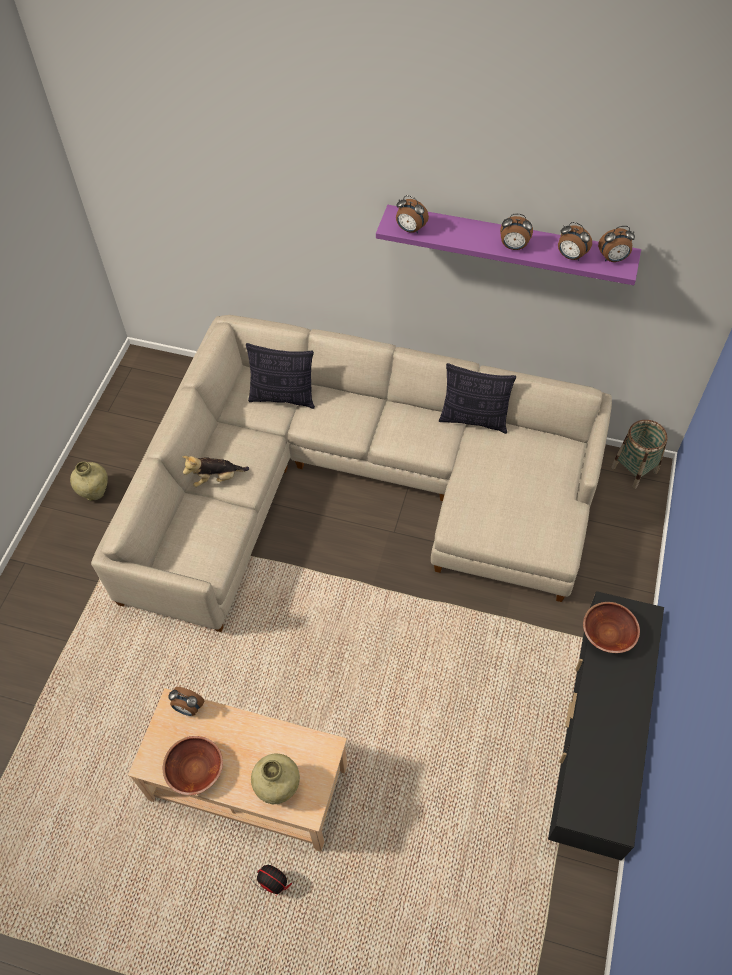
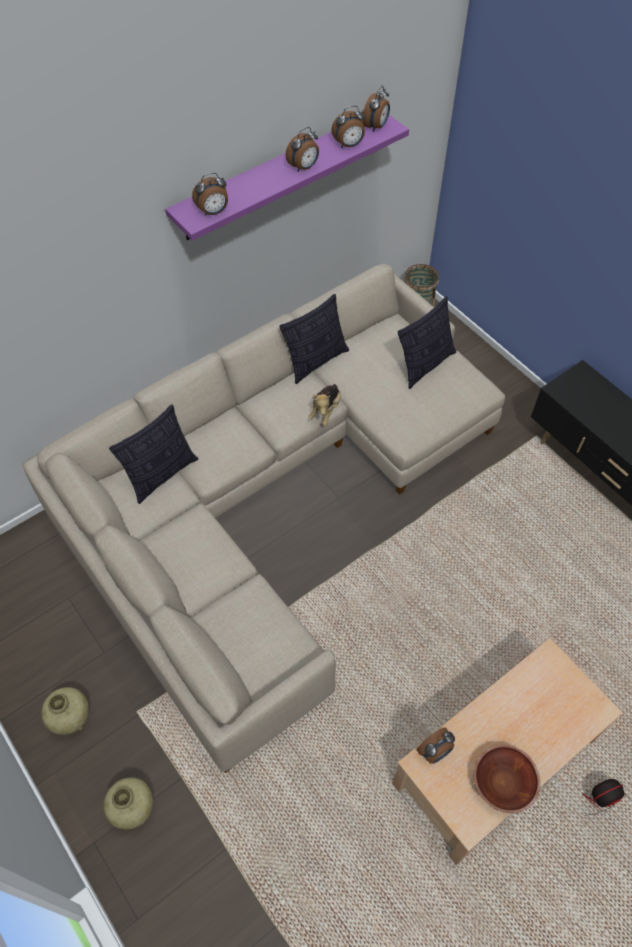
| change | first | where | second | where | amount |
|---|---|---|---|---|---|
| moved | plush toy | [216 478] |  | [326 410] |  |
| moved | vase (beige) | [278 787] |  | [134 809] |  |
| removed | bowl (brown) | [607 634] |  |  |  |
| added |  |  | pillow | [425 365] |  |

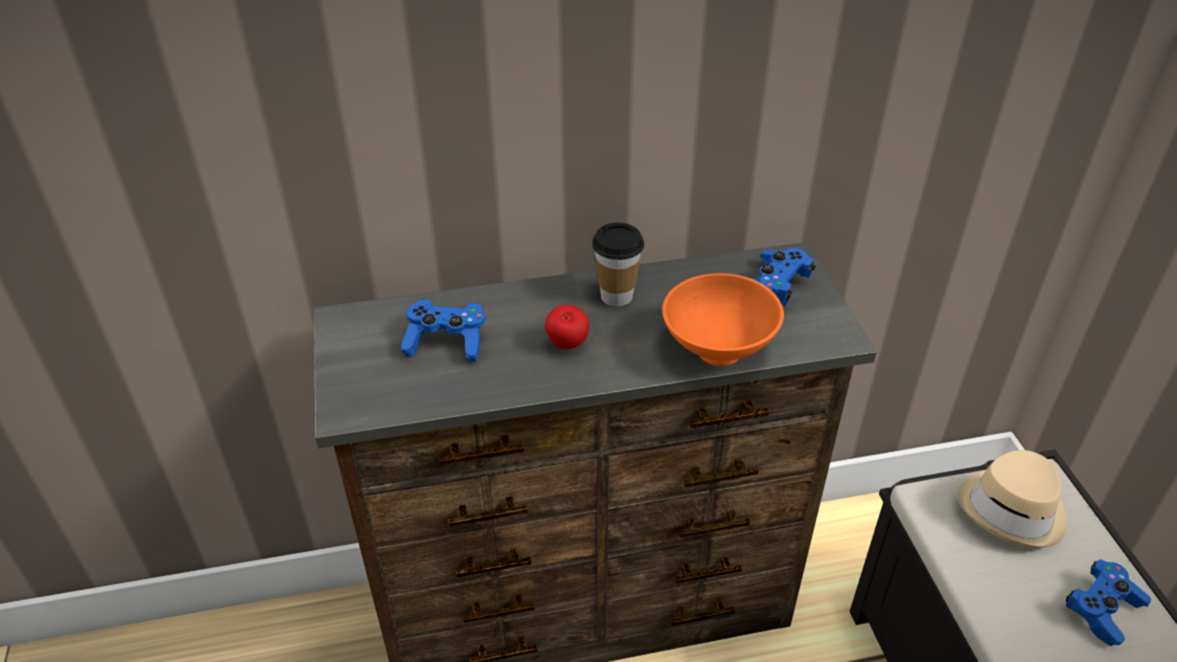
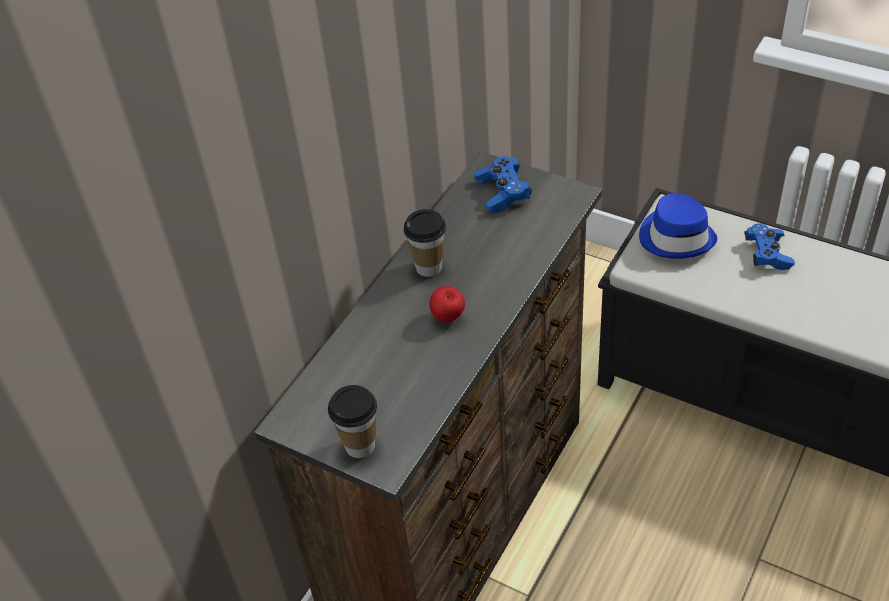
| change | first | where | second | where | amount |
|---|---|---|---|---|---|
| removed | game controller (blue) | [446 342] |  |  |  |
| removed | bowl (orange) | [717 353] |  |  |  |
| recoloured | hat (beige) | [1013 509] | hat (blue) | [676 237] |  |
| added |  |  | cup | [360 445] |  |

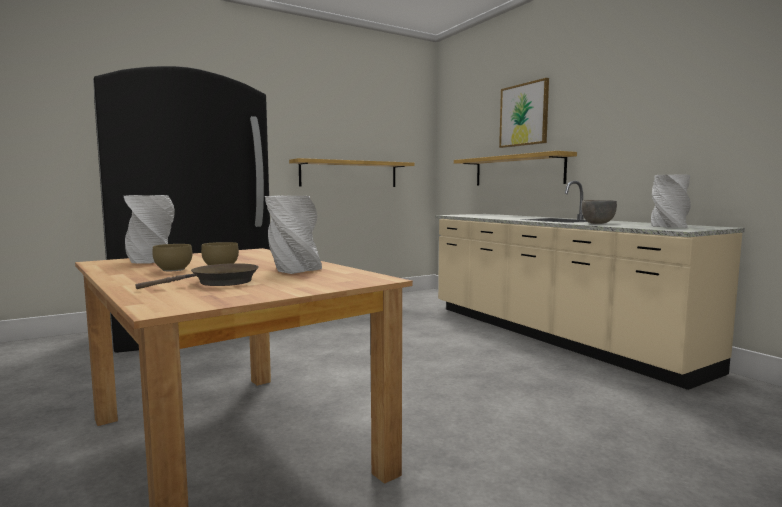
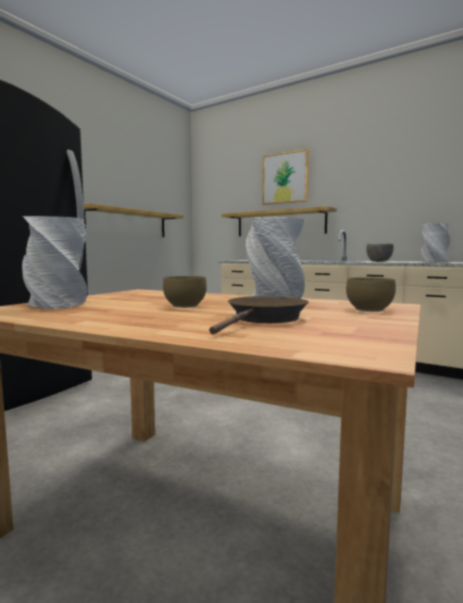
| change | first | where | second | where | amount |
|---|---|---|---|---|---|
| moved | bowl (brown) | [172 270] |  | [369 310] |  |

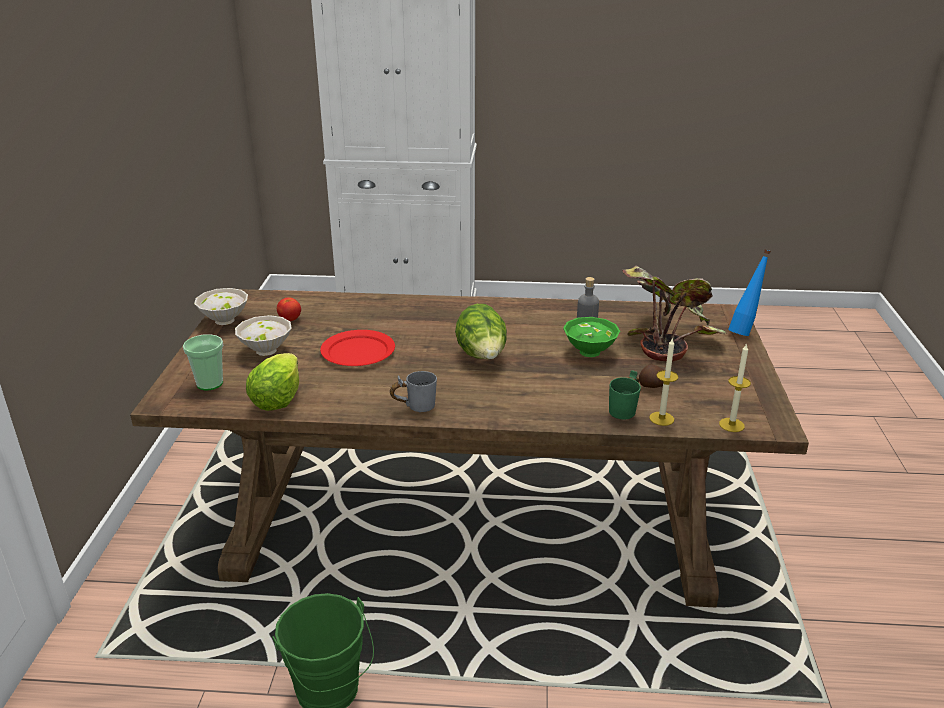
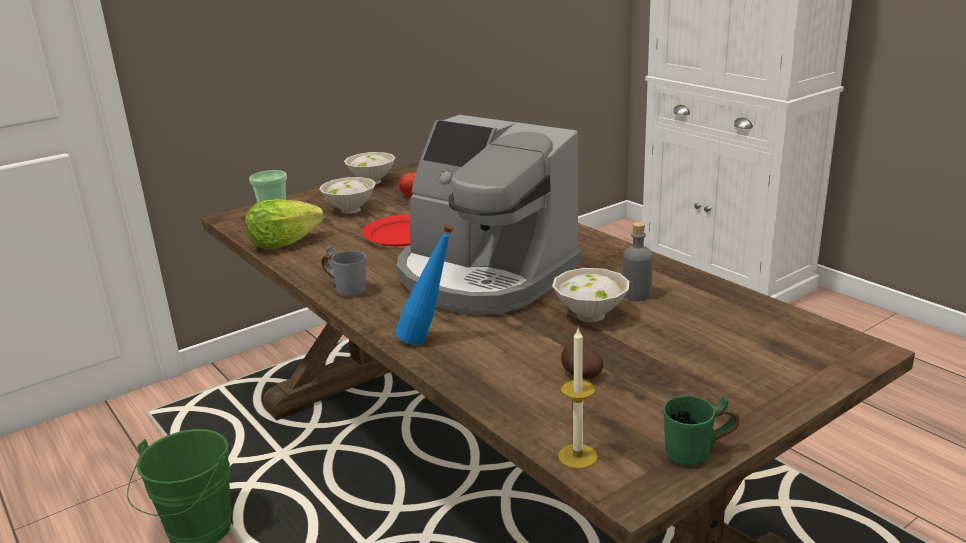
| change | first | where | second | where | amount |
|---|---|---|---|---|---|
| replaced | lettuce | [482 357] | coffee machine | [483 276] |  |
| recoloured | bowl (green) | [589 352] | bowl (white) | [588 315] |  |
| moved | mug (green) | [627 412] |  | [698 457] |  |
| removed | potted plant | [665 337] |  |  |  |
| removed | candle | [661 418] |  |  |  |
| moved | bottle (blue) | [744 331] |  | [428 340] |  |

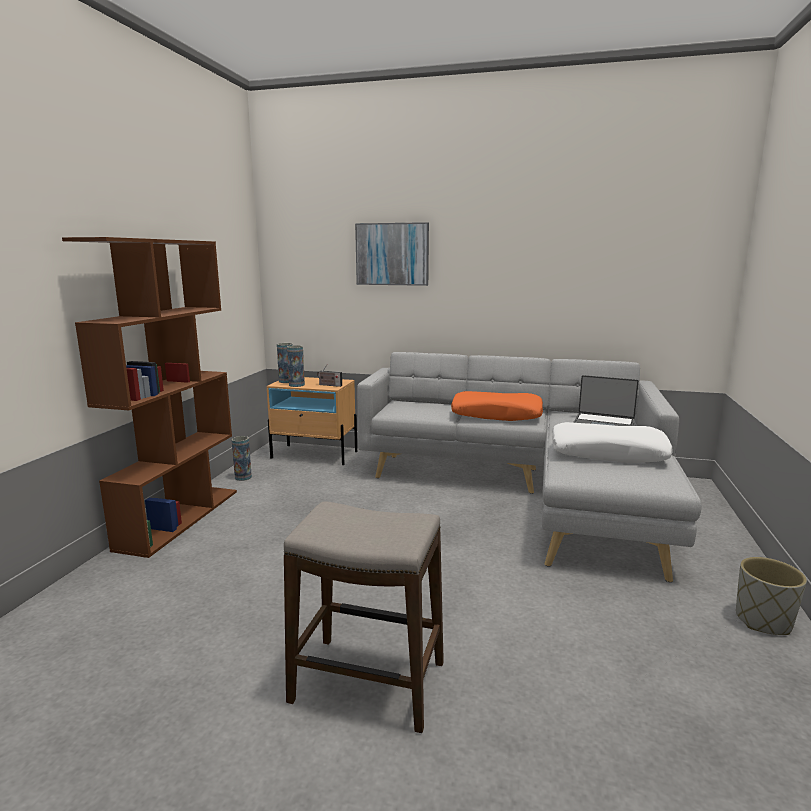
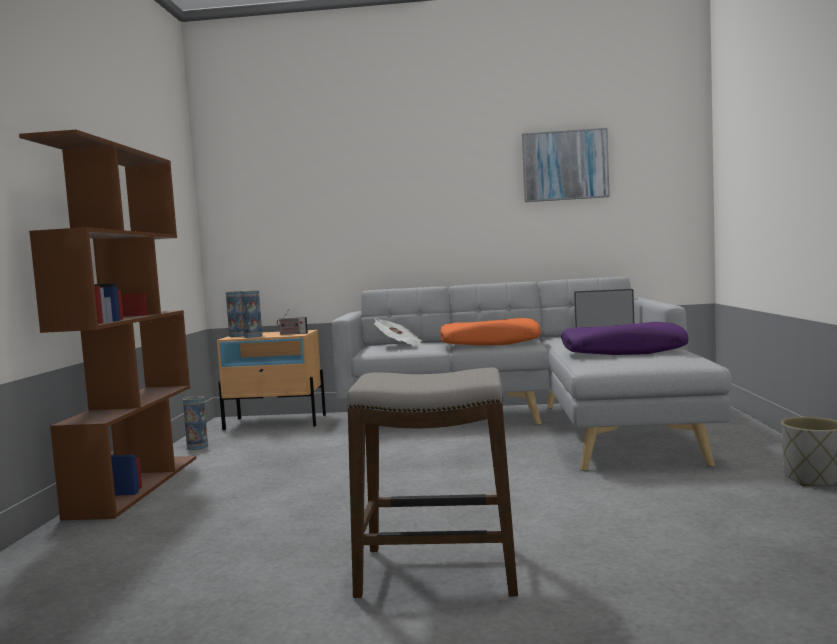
| change | first | where | second | where | amount |
|---|---|---|---|---|---|
| moved | picture | [392 254] |  | [565 165] |  |
| recoloured | pillow (white) | [608 453] | pillow (purple) | [623 351] |  |
| added |  |  | newspaper | [399 346] |  |

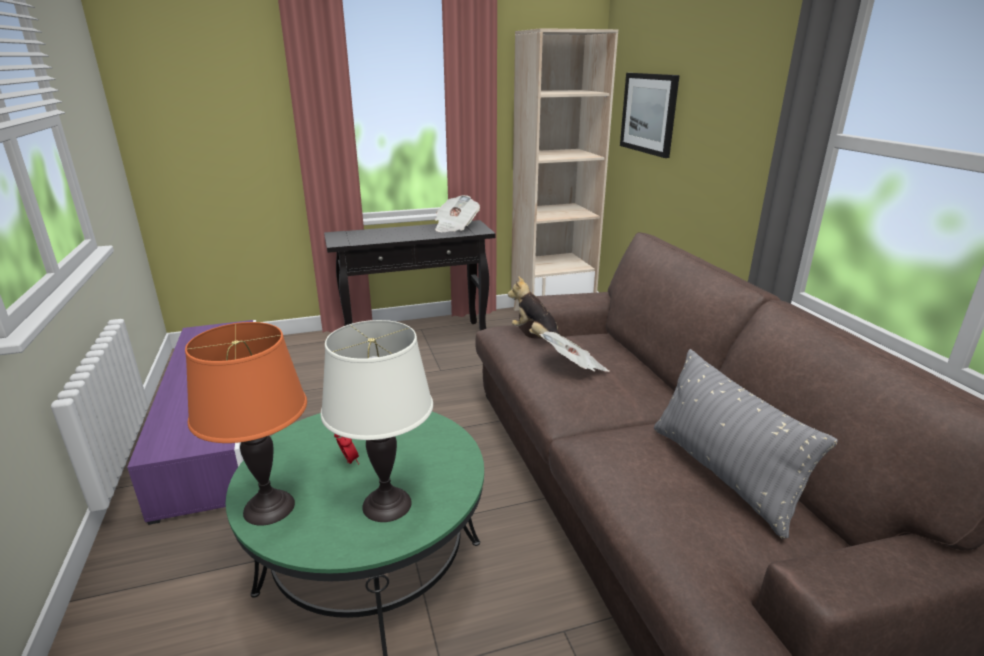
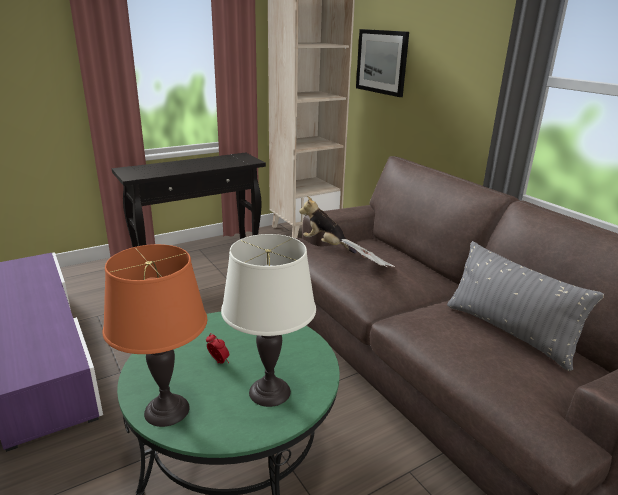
| change | first | where | second | where | amount |
|---|---|---|---|---|---|
| removed | newspaper | [455 227] |  |  |  |

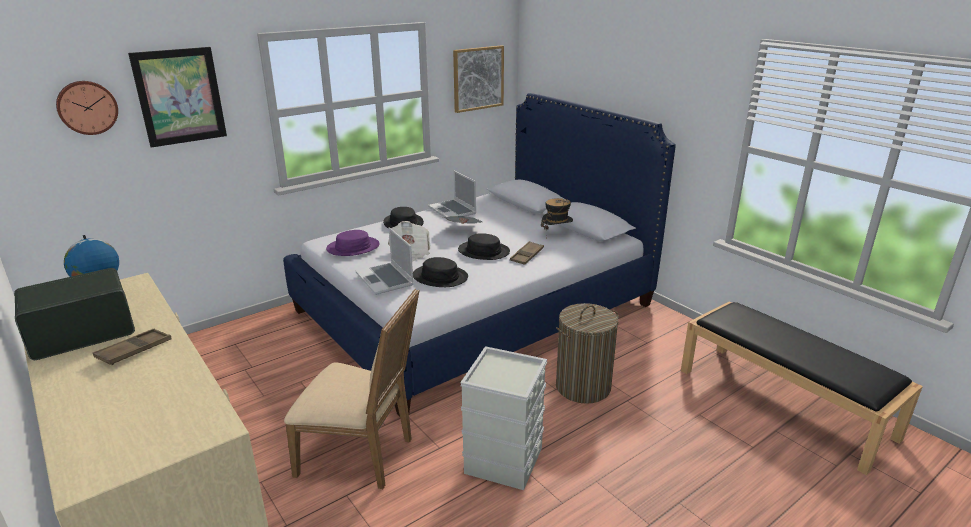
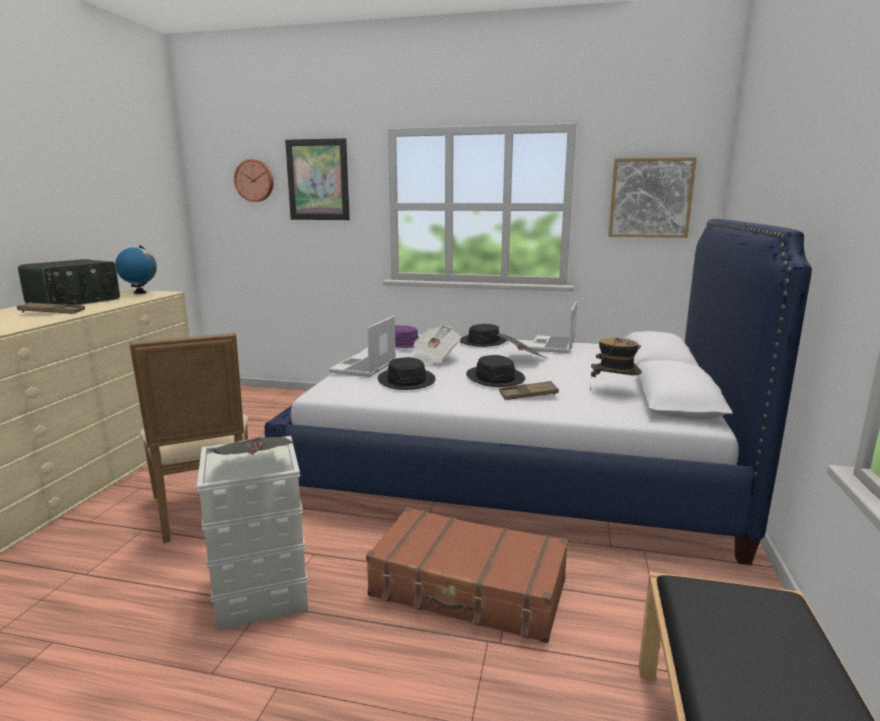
| change | first | where | second | where | amount |
|---|---|---|---|---|---|
| turned | radio | [82 332] |  | [75 301] | 105 degrees clockwise |
| replaced | laundry basket | [583 386] | suitcase (brown) | [468 589] |  |
| added |  |  | newspaper | [254 467] |  |

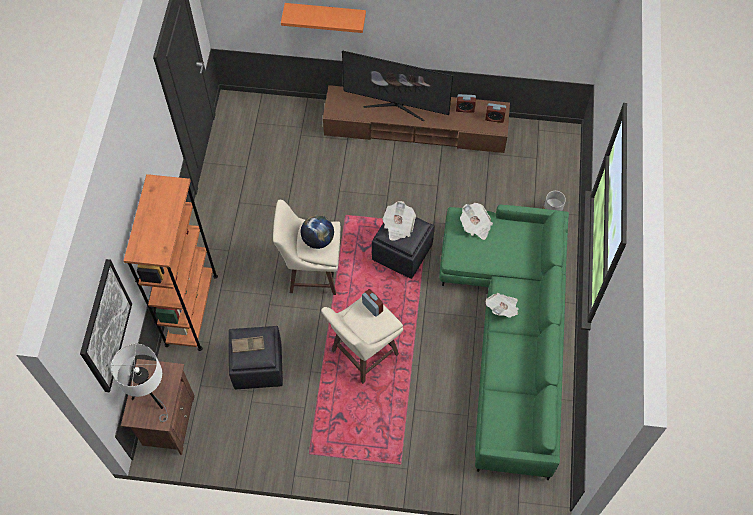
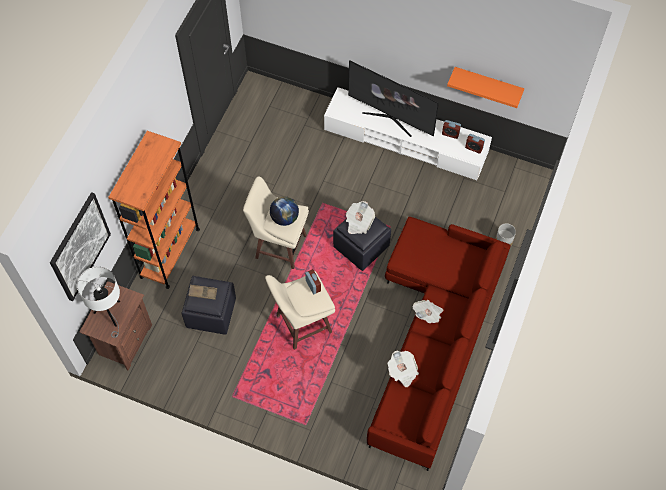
| change | first | where | second | where | amount |
|---|---|---|---|---|---|
| moved | shelf (orange) | [325 15] |  | [487 84] |  |
| recoloured | tv stand (brown) | [416 128] | tv stand (white) | [406 141] |  |
| recoloured | sofa (green) | [509 333] | sofa (red) | [433 338] |  |
| moved | newspaper | [475 226] |  | [402 371] |  |

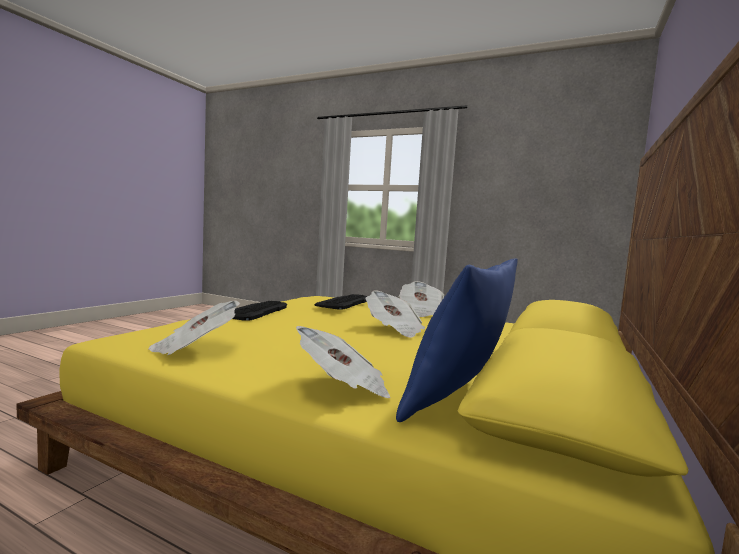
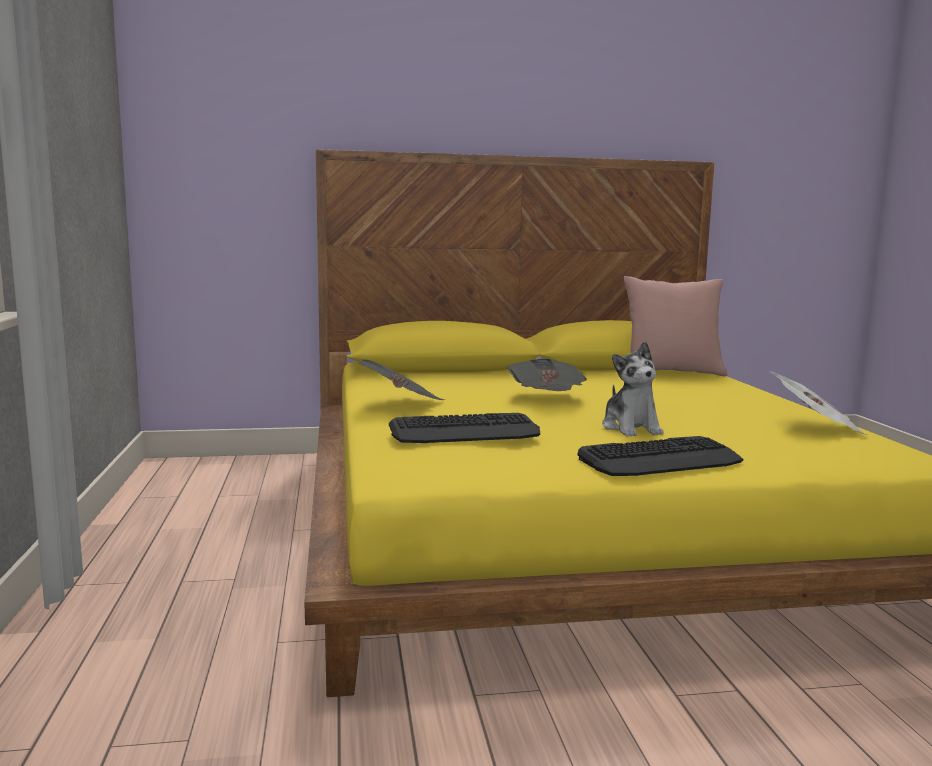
| change | first | where | second | where | amount |
|---|---|---|---|---|---|
| removed | newspaper | [343 387] |  |  |  |
| recoloured | pillow (blue) | [457 404] | pillow (pink) | [671 373] |  |
| added |  |  | plush toy | [631 428] |  |

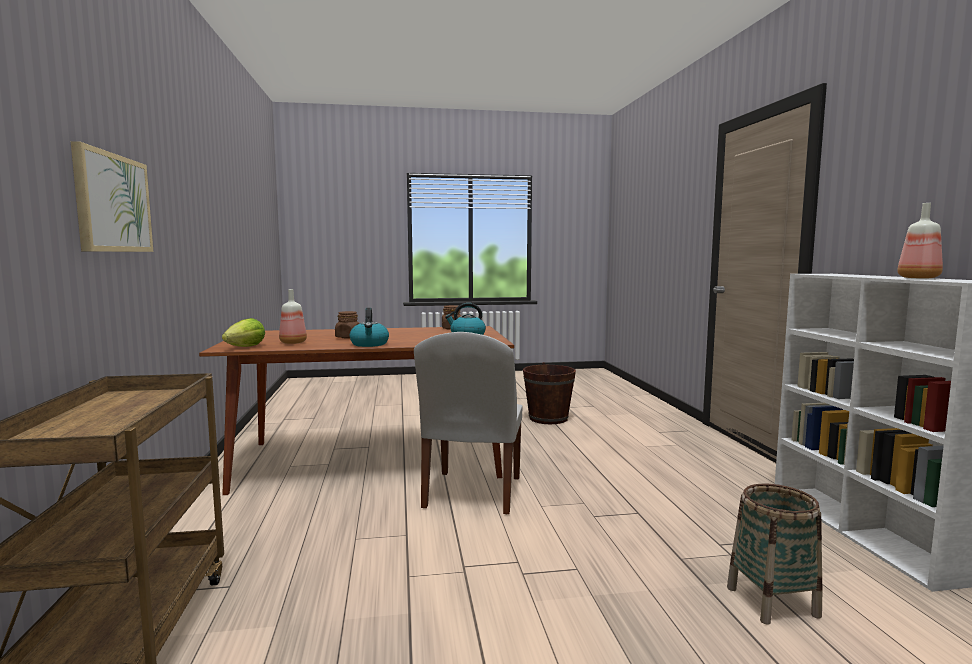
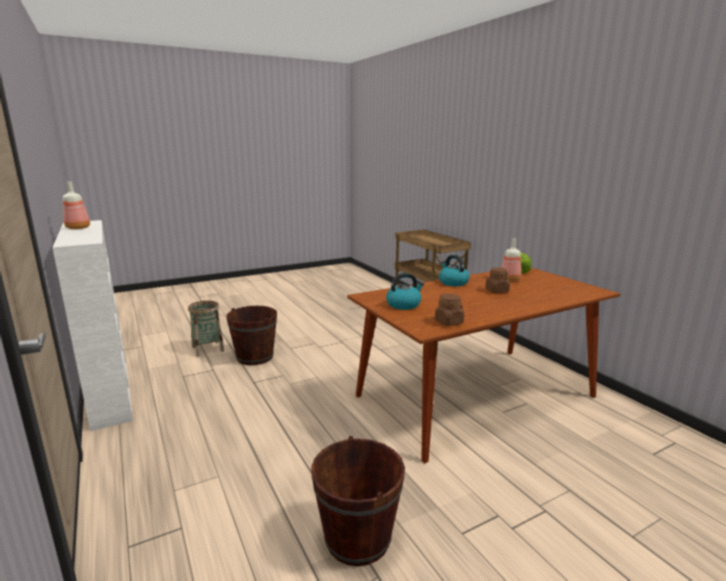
| change | first | where | second | where | amount |
|---|---|---|---|---|---|
| removed | picture | [112 203] |  |  |  |
| removed | chair (white) | [472 494] |  |  |  |
| added |  |  | bucket (brown) | [255 357] |  |

